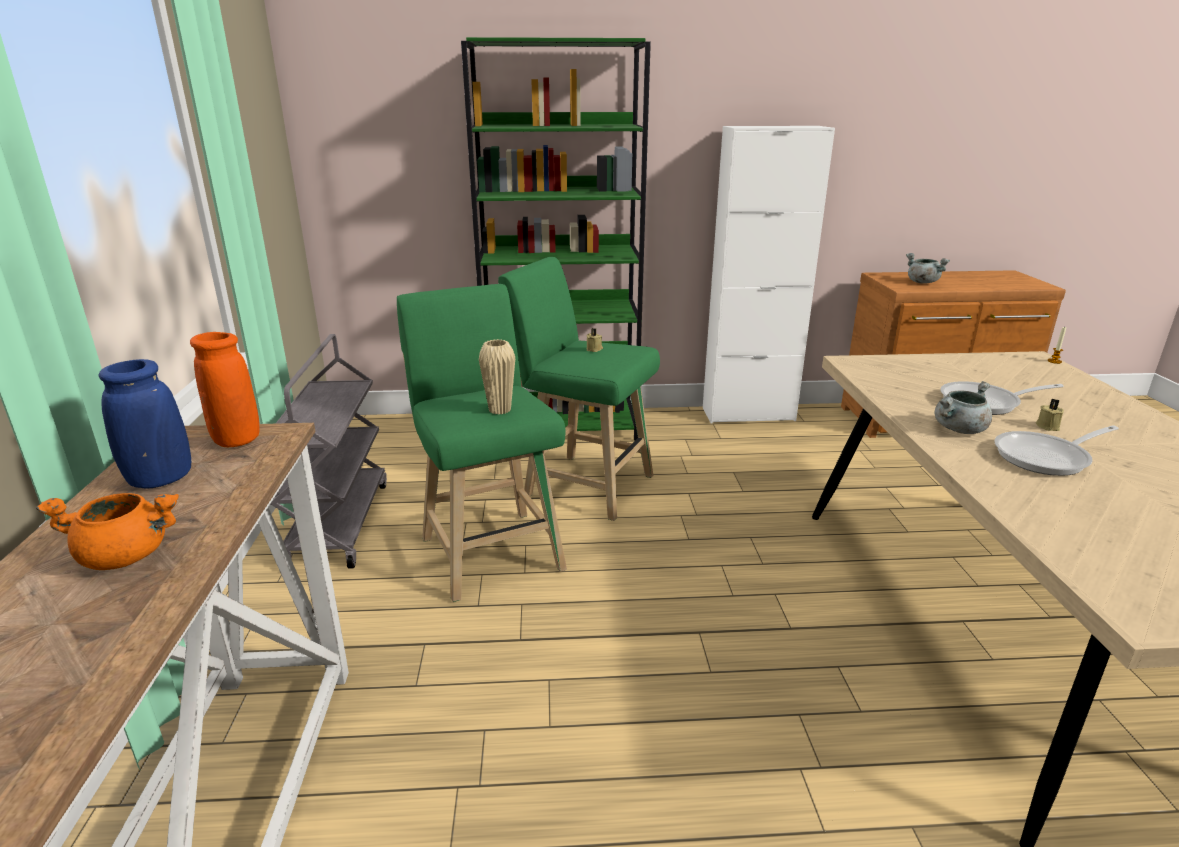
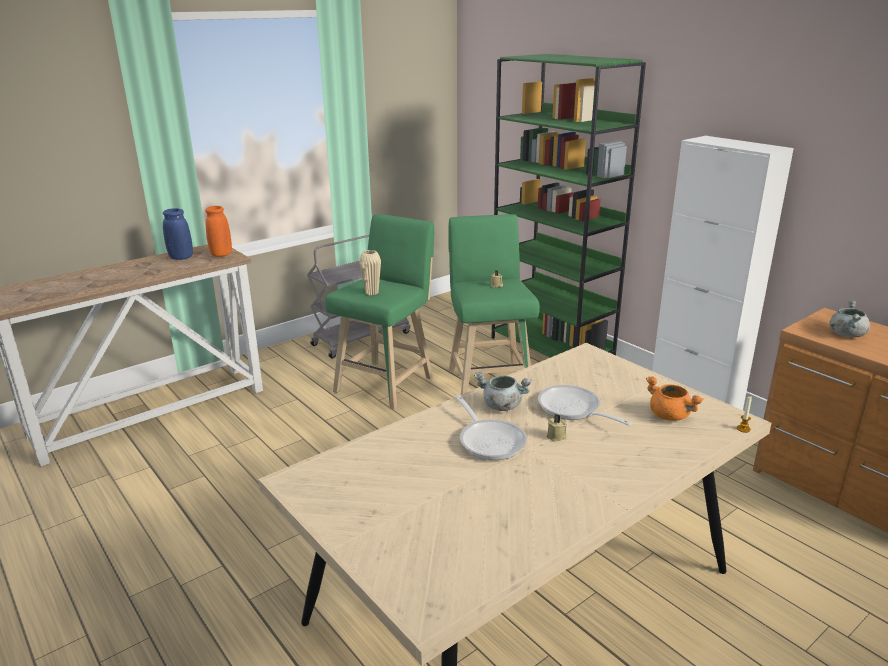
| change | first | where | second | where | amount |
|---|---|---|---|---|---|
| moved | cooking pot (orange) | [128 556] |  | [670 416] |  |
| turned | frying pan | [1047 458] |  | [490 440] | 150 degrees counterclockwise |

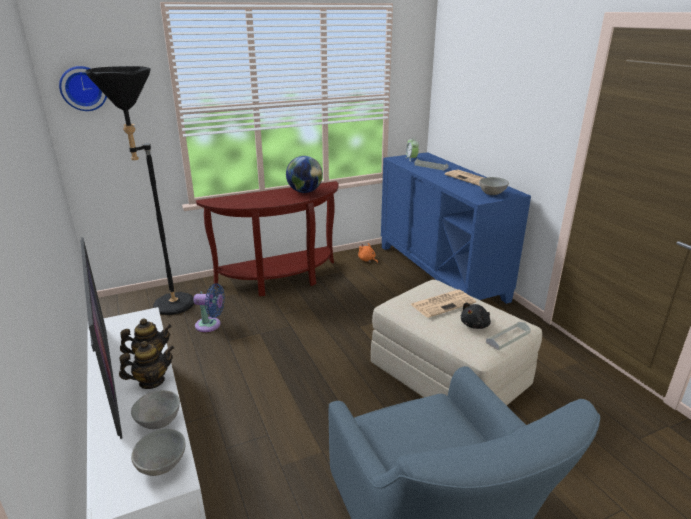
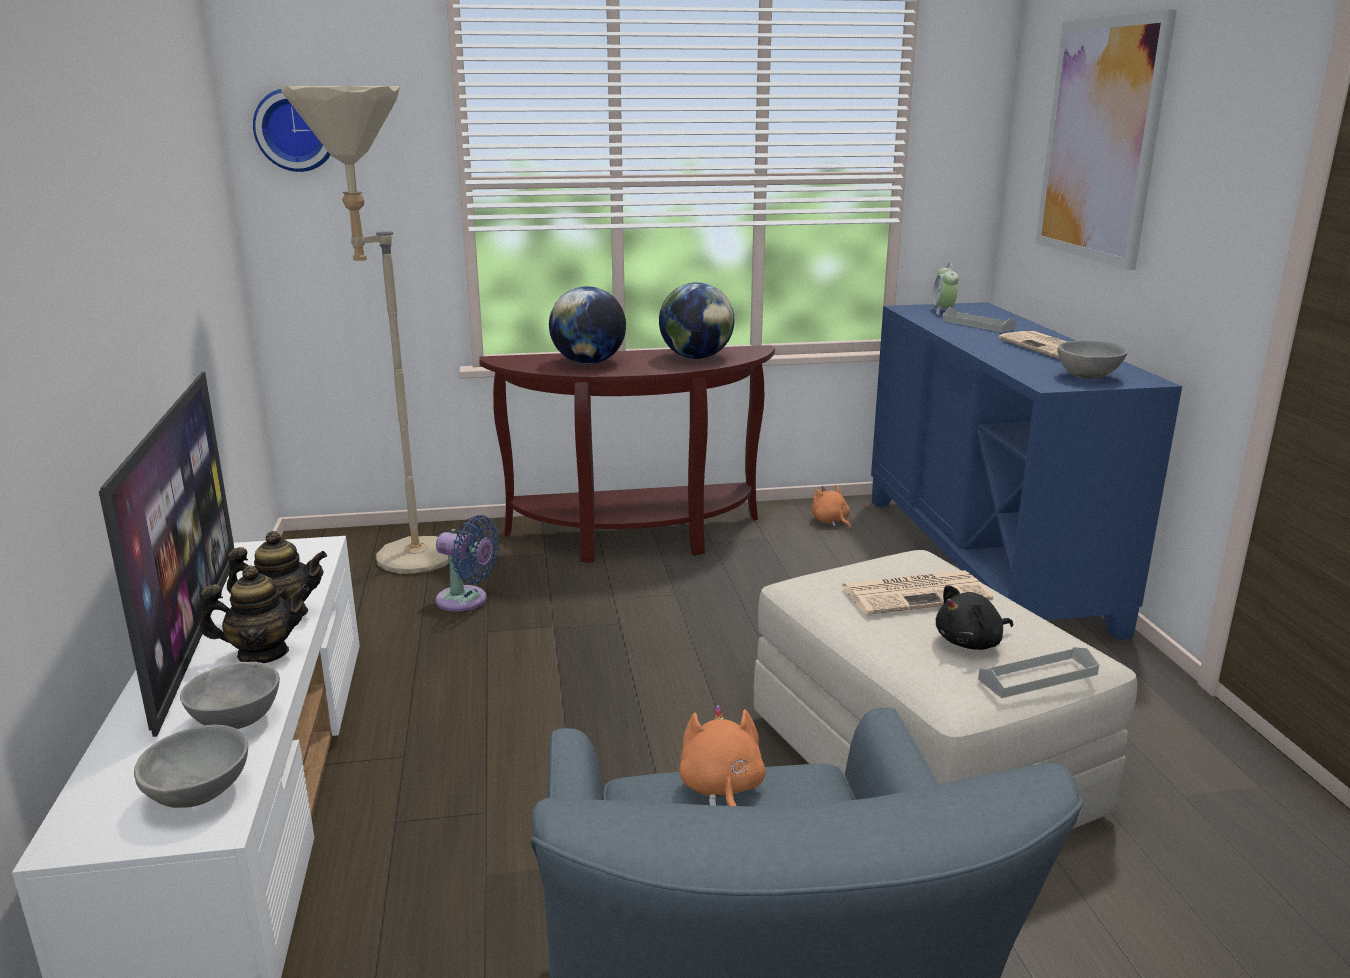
| change | first | where | second | where | amount |
|---|---|---|---|---|---|
| recoloured | floor lamp (black) | [166 308] | floor lamp (beige) | [399 561] |  |
| added |  |  | globe | [588 362] |  |
| added |  |  | plush toy (orange) | [721 789] |  |
| added |  |  | picture | [1100 140] |  |

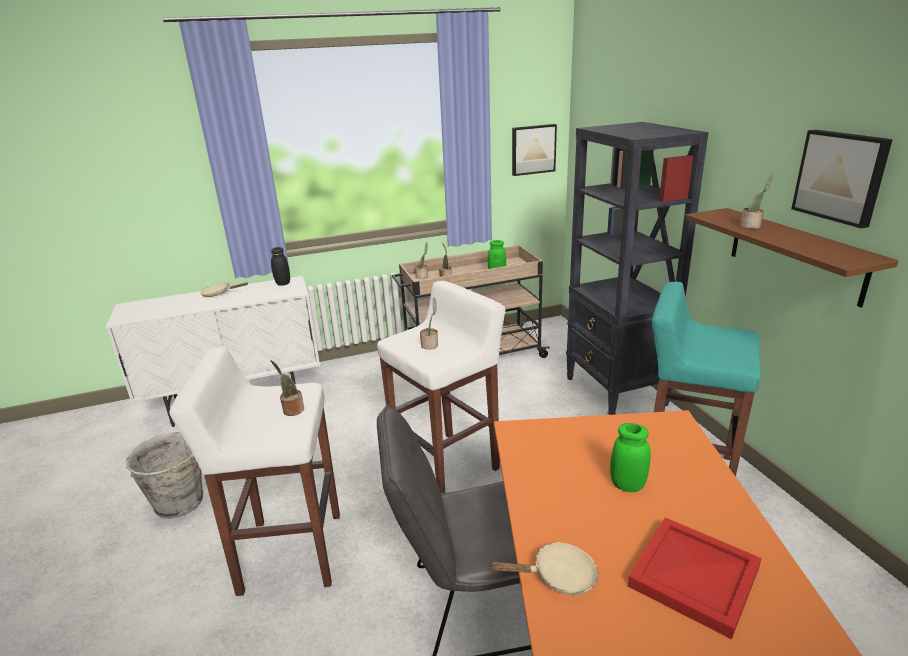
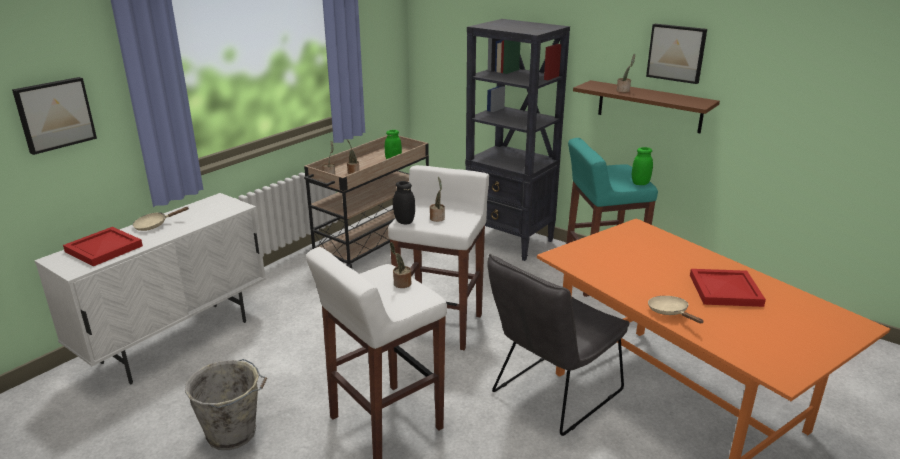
| change | first | where | second | where | amount |
|---|---|---|---|---|---|
| moved | jar (black) | [283 283] |  | [404 221] |  |
| turned | frying pan (beige) | [558 577] |  | [670 312] | 75 degrees counterclockwise |
| moved | picture | [533 149] |  | [54 114] |  |
| moved | jar (green) | [627 485] |  | [640 183] |  |
| added |  |  | tray (red) | [104 248] |  |

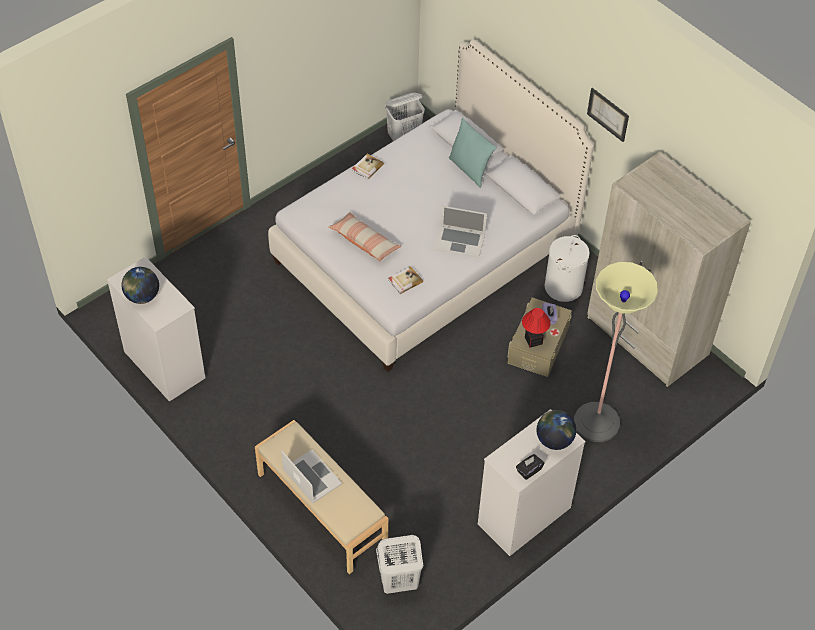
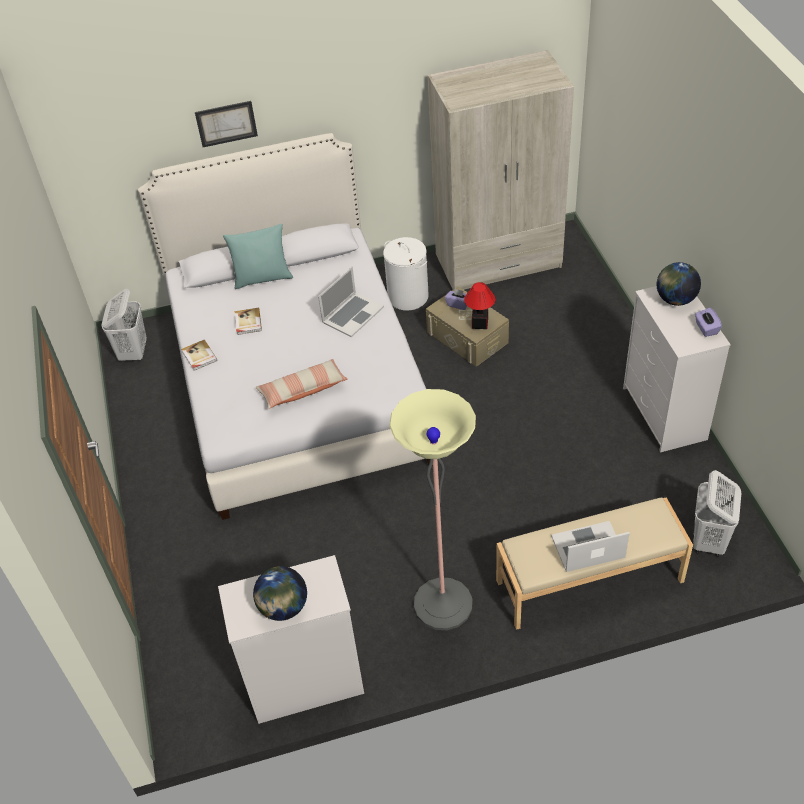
| change | first | where | second | where | amount |
|---|---|---|---|---|---|
| moved | book | [405 281] |  | [247 322] |  |
| recoloured | tissue box (black) | [529 470] | tissue box (purple) | [706 328] |  |
| moved | floor lamp | [596 422] |  | [443 604] |  |
| moved | picture | [608 114] |  | [226 123] |  |

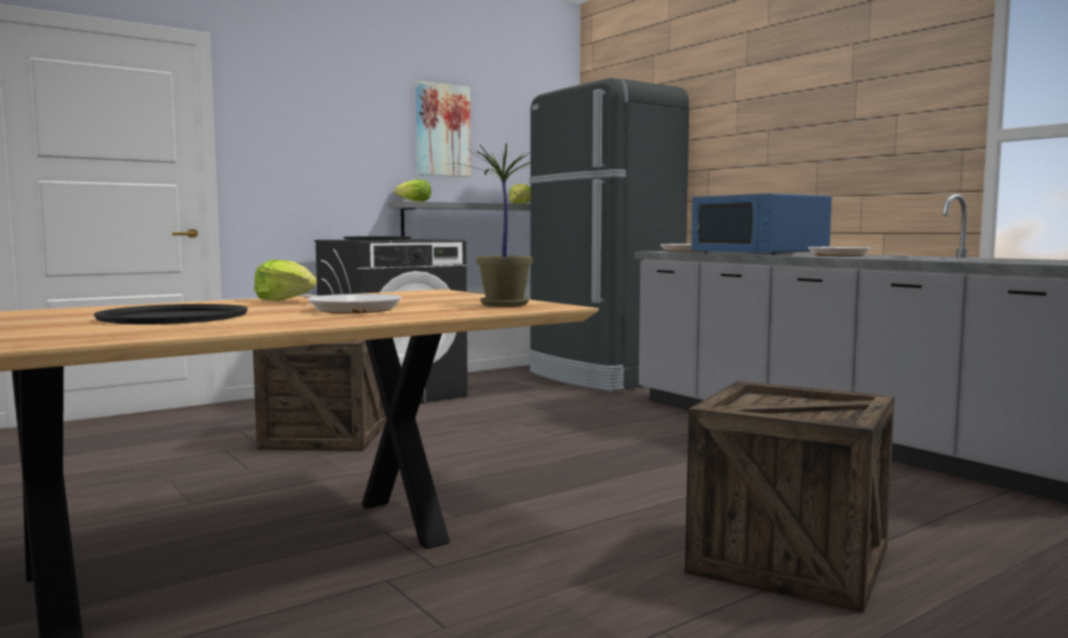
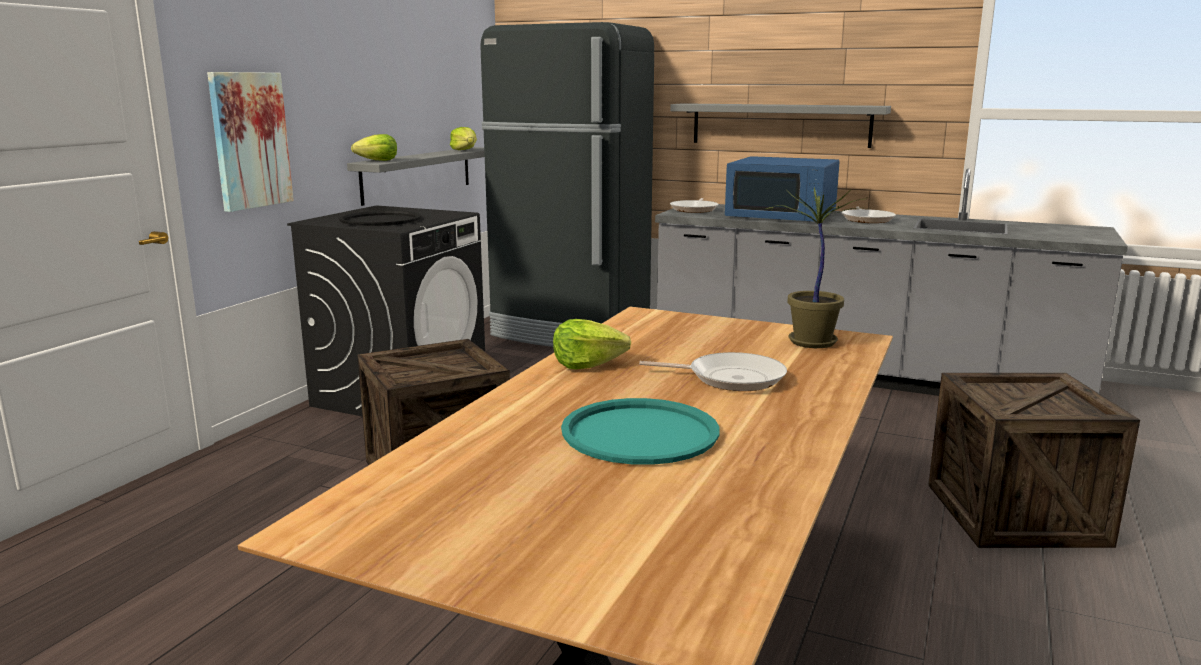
| change | first | where | second | where | amount |
|---|---|---|---|---|---|
| recoloured | tray (black) | [173 317] | tray (turquoise) | [640 433] |  |
| moved | picture | [442 130] |  | [250 140] |  |
| added |  |  | shelf (grey) | [780 124] |  |

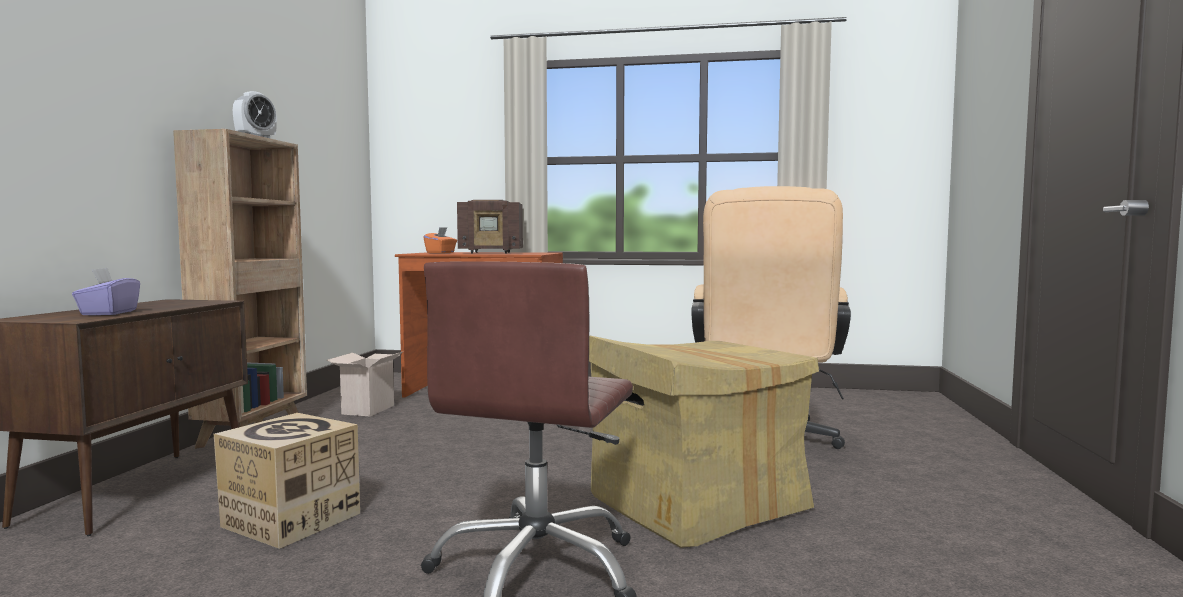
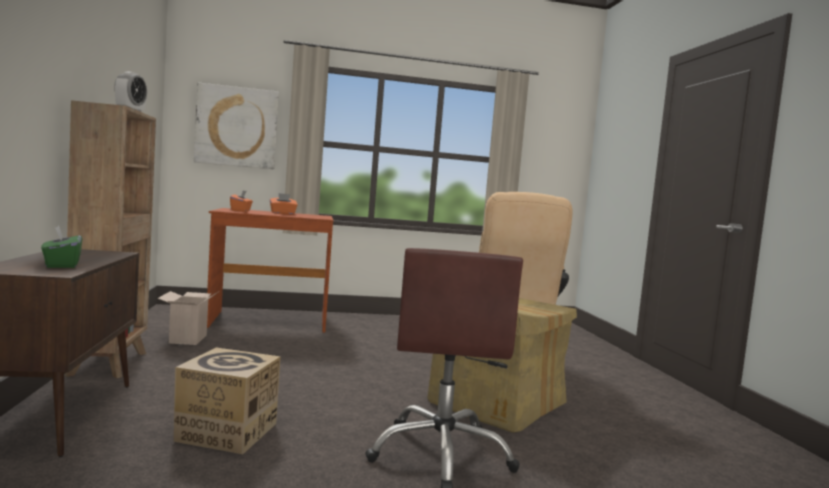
| change | first | where | second | where | amount |
|---|---|---|---|---|---|
| recoloured | tissue box (purple) | [108 313] | tissue box (green) | [61 265] |  |
| replaced | radio | [493 252] | tissue box (orange) | [283 213] |  |
| added |  |  | picture | [237 127] |  |

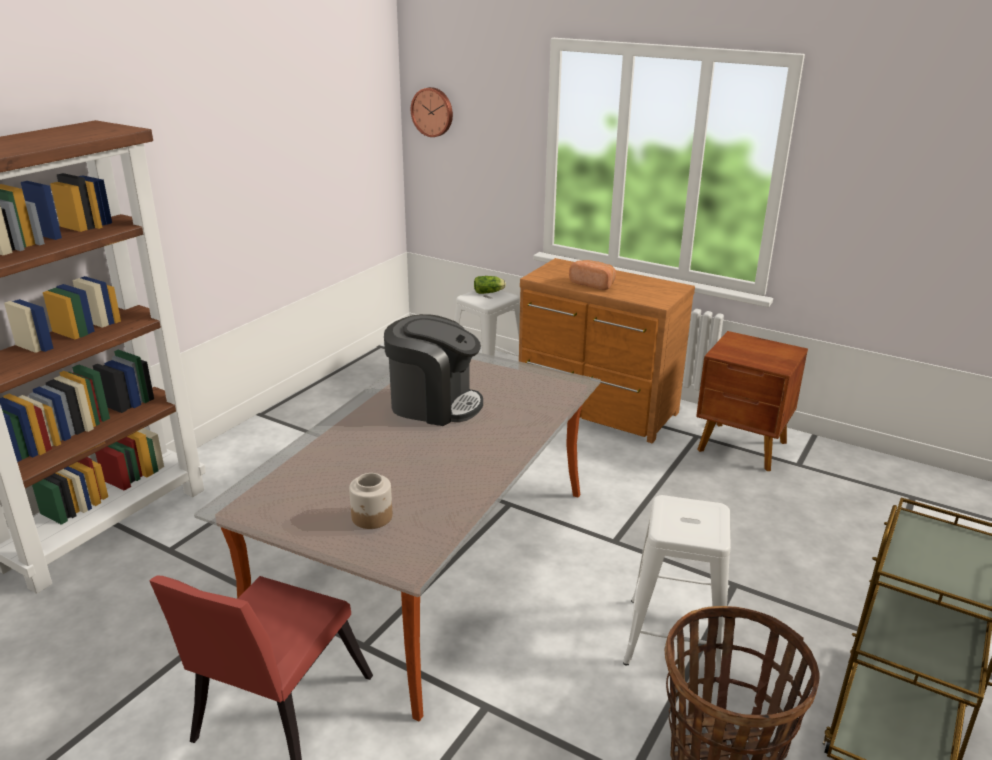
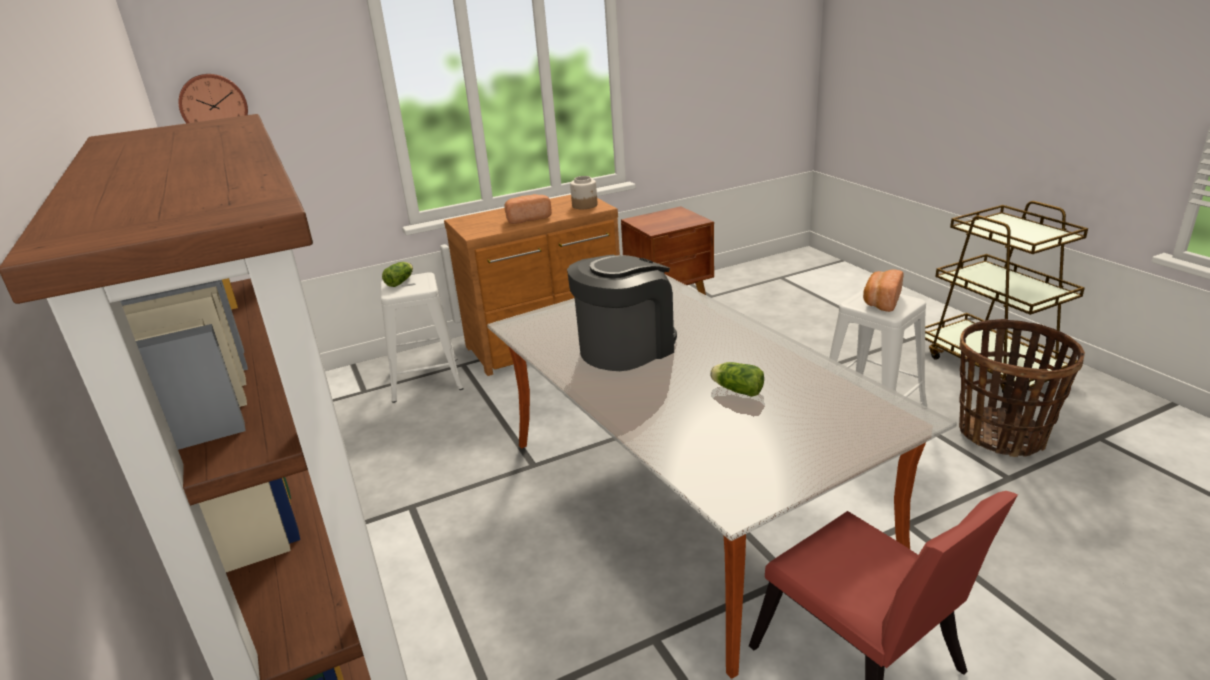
| change | first | where | second | where | amount |
|---|---|---|---|---|---|
| moved | jar | [372 517] |  | [585 205] |  |
| added |  |  | lettuce | [736 390] |  |
| added |  |  | bread | [881 302] |  |

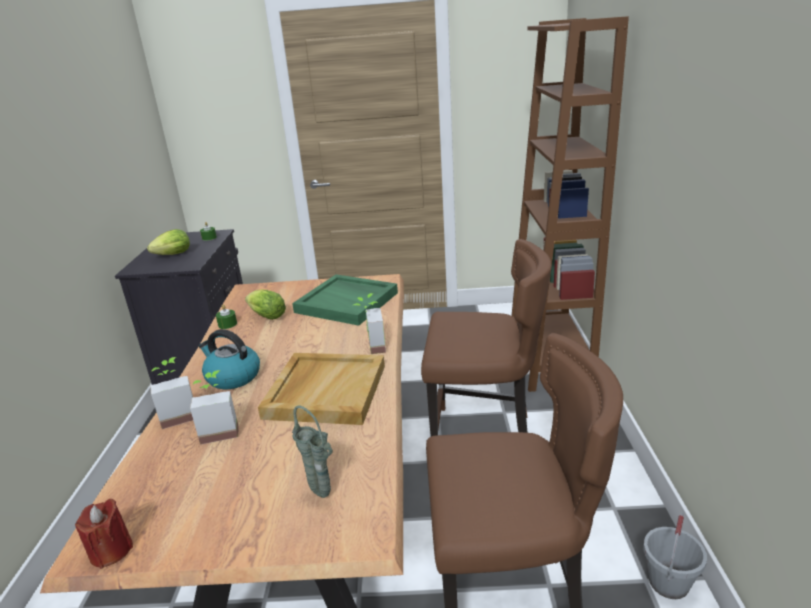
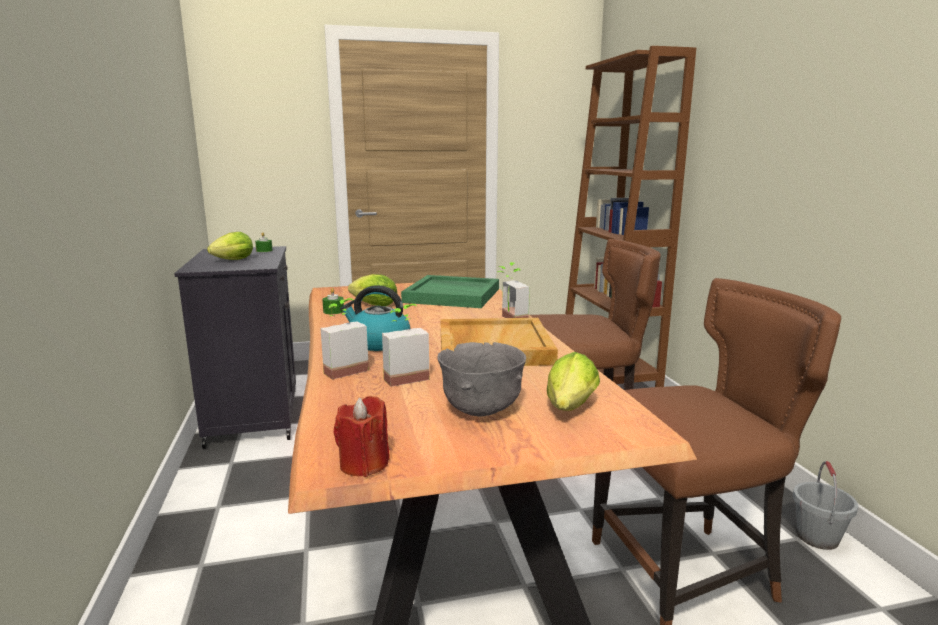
| change | first | where | second | where | amount |
|---|---|---|---|---|---|
| replaced | vase (green) | [323 496] | lettuce | [569 410] |  |
| added |  |  | bowl (grey) | [481 410] |  |

